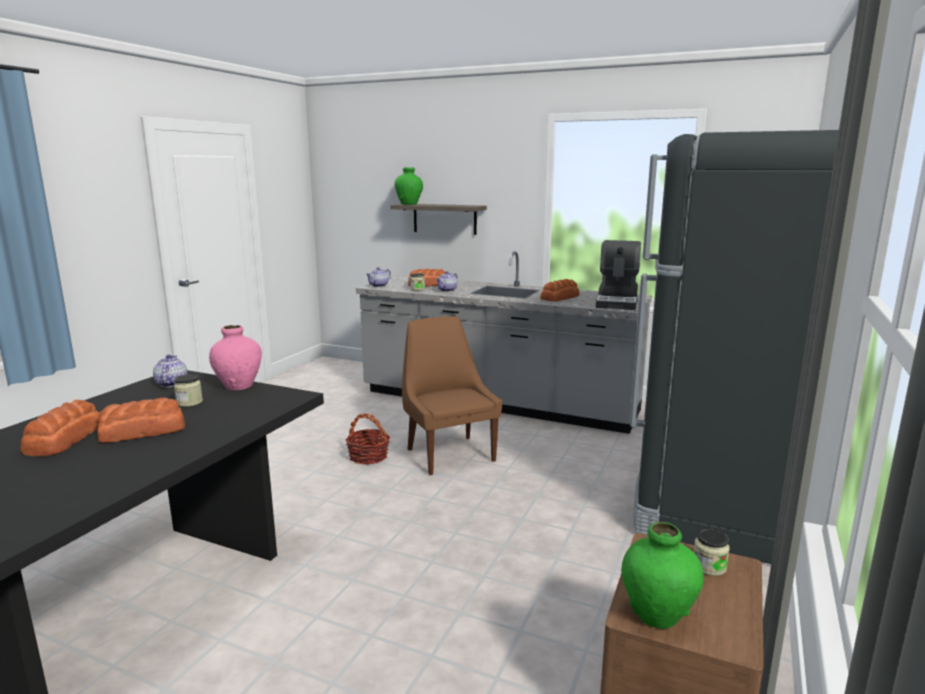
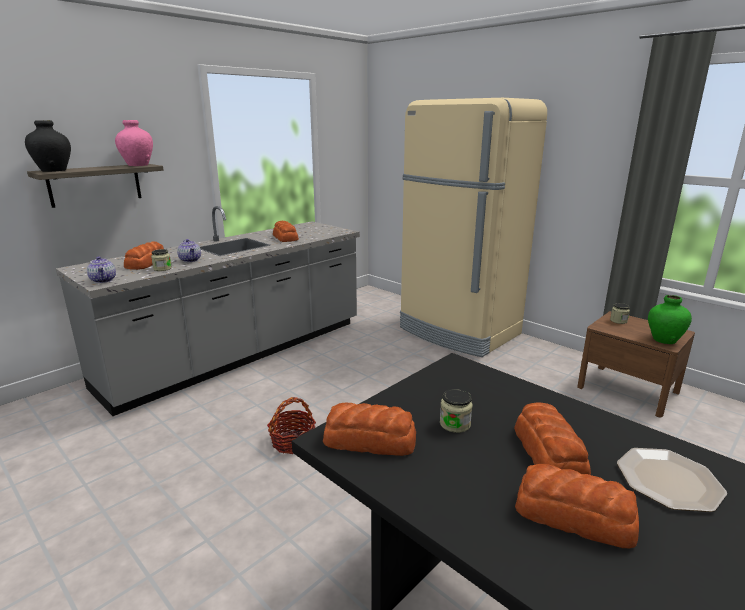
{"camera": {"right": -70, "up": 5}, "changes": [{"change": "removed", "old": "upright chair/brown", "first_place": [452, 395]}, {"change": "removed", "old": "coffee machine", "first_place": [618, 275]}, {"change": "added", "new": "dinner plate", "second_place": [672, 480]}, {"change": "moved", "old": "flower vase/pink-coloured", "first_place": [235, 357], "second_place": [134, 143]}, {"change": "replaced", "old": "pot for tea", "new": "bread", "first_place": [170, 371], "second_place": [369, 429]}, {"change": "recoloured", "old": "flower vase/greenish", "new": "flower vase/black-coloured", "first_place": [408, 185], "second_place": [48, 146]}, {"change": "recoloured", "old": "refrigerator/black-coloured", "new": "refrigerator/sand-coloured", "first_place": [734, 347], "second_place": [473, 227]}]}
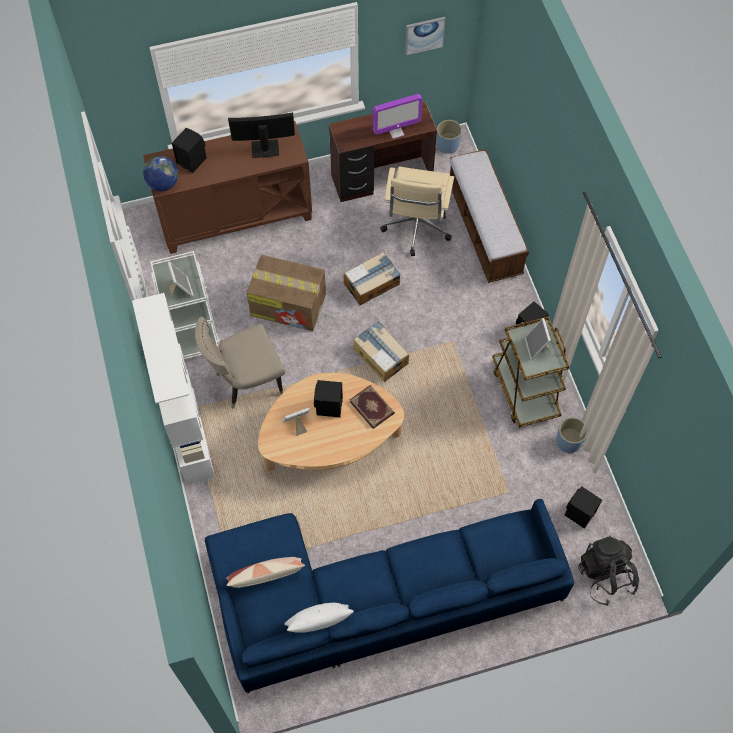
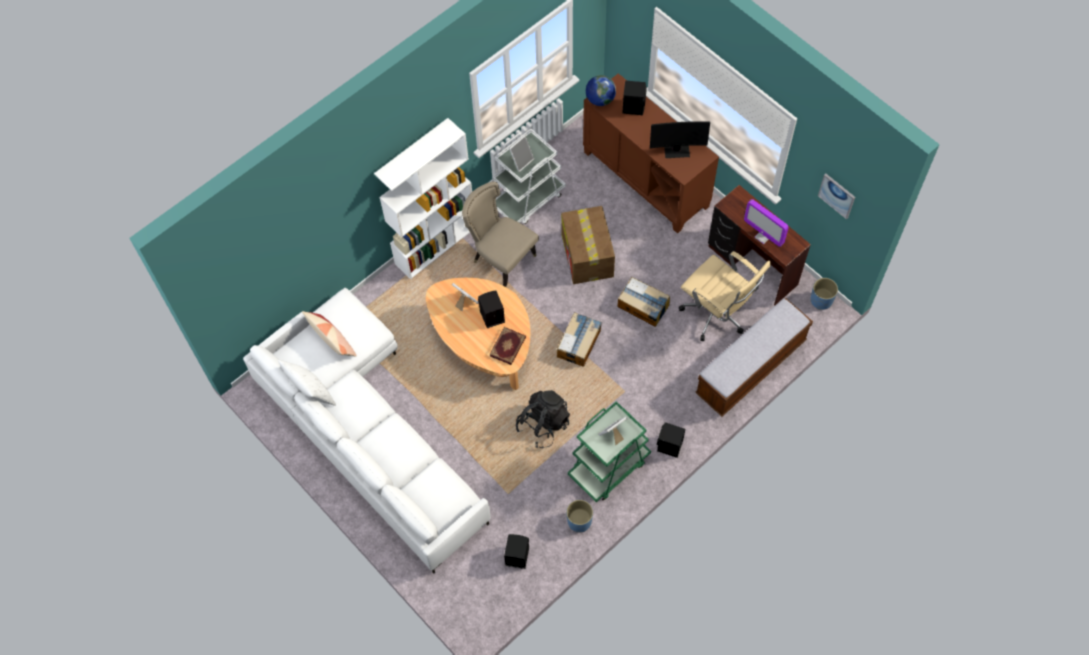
{"camera": {"right": 65, "up": 0}, "changes": [{"change": "moved", "old": "knapsack/black-coloured", "first_place": [608, 571], "second_place": [543, 419]}, {"change": "recoloured", "old": "sofa/blue", "new": "sofa/white", "first_place": [389, 596], "second_place": [367, 431]}, {"change": "recoloured", "old": "wheeled cart/brown", "new": "wheeled cart/greenish", "first_place": [530, 372], "second_place": [609, 451]}, {"change": "turned", "old": "monitor", "first_place": [261, 135], "second_place": [680, 139], "degrees": 120}, {"change": "turned", "old": "desk chair/sand-coloured", "first_place": [417, 211], "second_place": [725, 296], "degrees": -120}]}
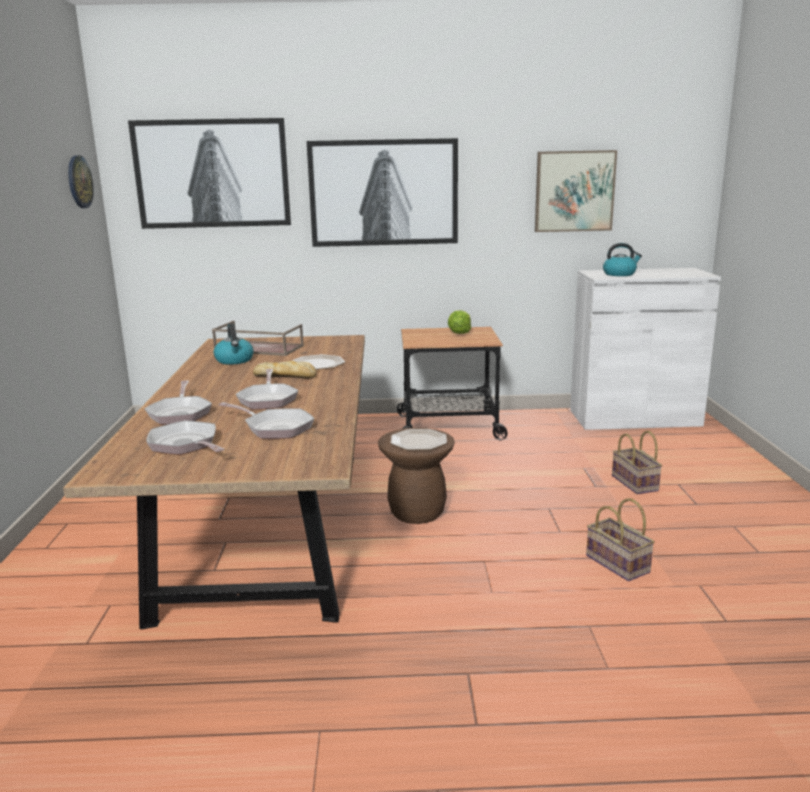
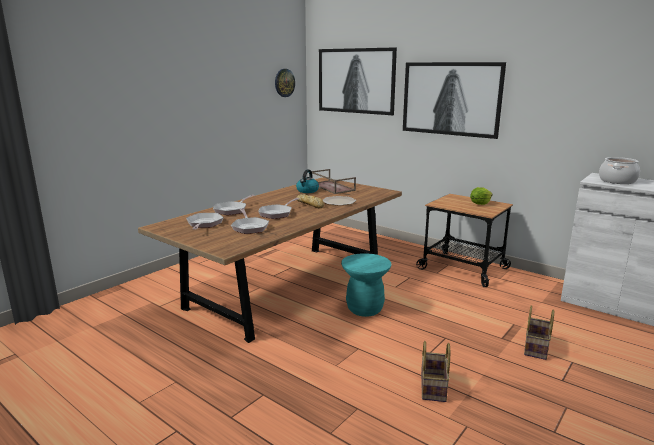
{"camera": {"right": 40, "up": 0}, "changes": [{"change": "removed", "old": "dinner plate", "first_place": [419, 439]}, {"change": "removed", "old": "wall picture", "first_place": [576, 191]}, {"change": "replaced", "old": "tea kettle", "new": "cooking pot", "first_place": [622, 259], "second_place": [619, 170]}, {"change": "recoloured", "old": "sitting stool/brown", "new": "sitting stool/turquoise", "first_place": [416, 476], "second_place": [366, 285]}]}
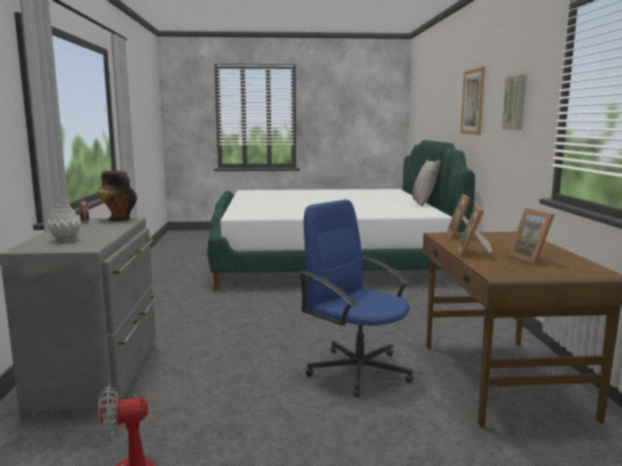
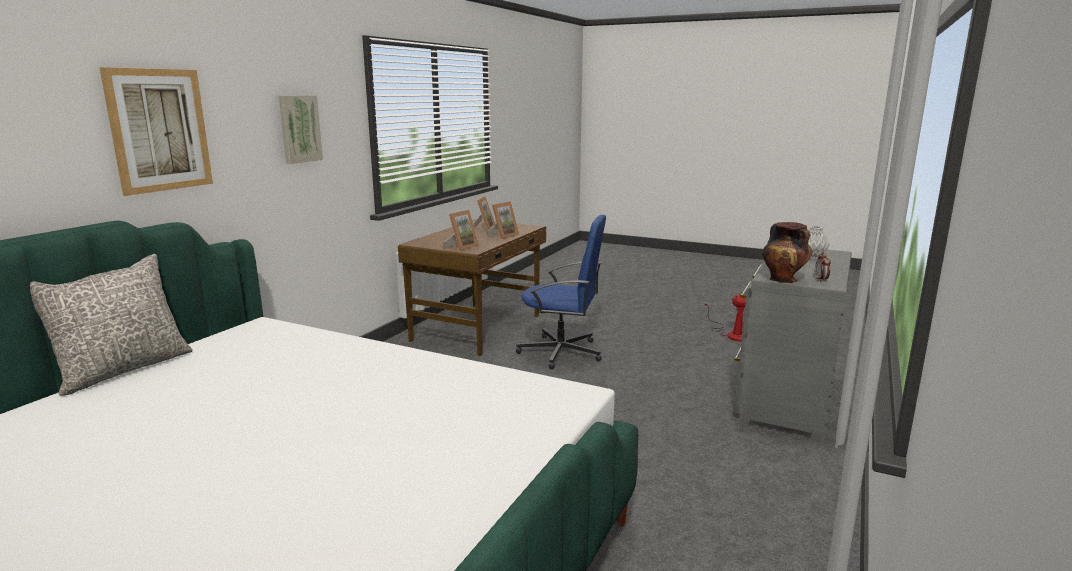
{"camera": {"right": -150, "up": 5}, "changes": [{"change": "turned", "old": "desk chair/blue", "first_place": [356, 298], "second_place": [561, 292], "degrees": -60}]}
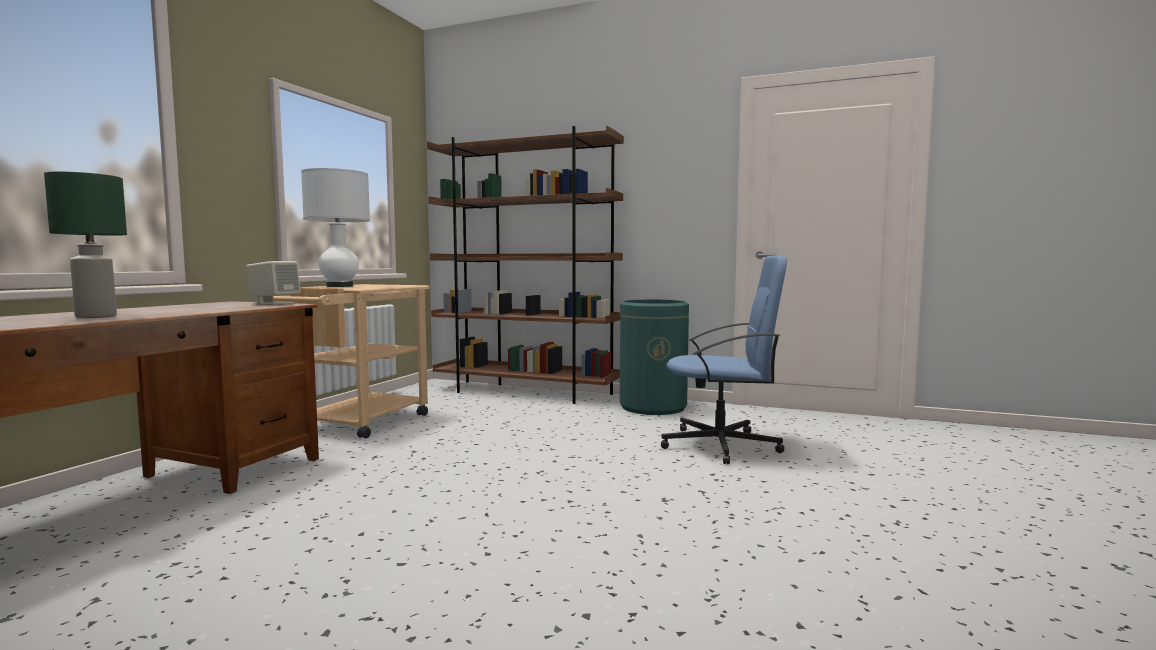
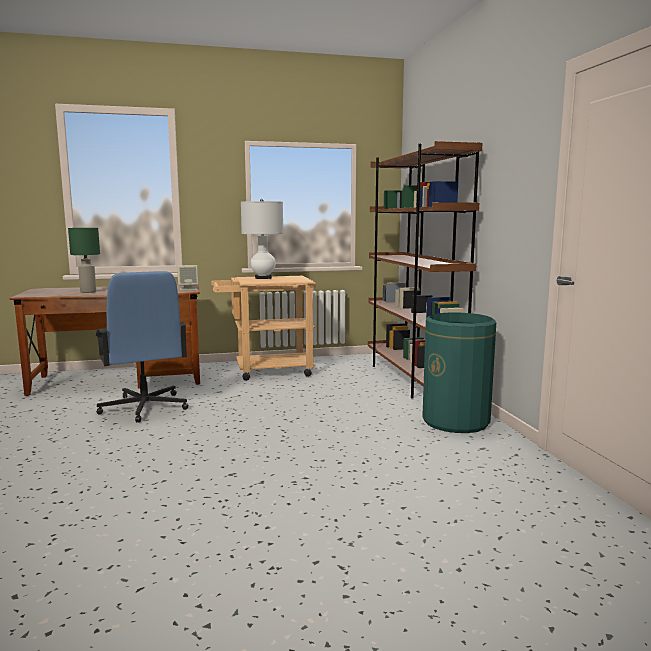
{"camera": {"right": 55, "up": 5}, "changes": [{"change": "moved", "old": "desk chair/blue", "first_place": [724, 359], "second_place": [142, 347]}]}
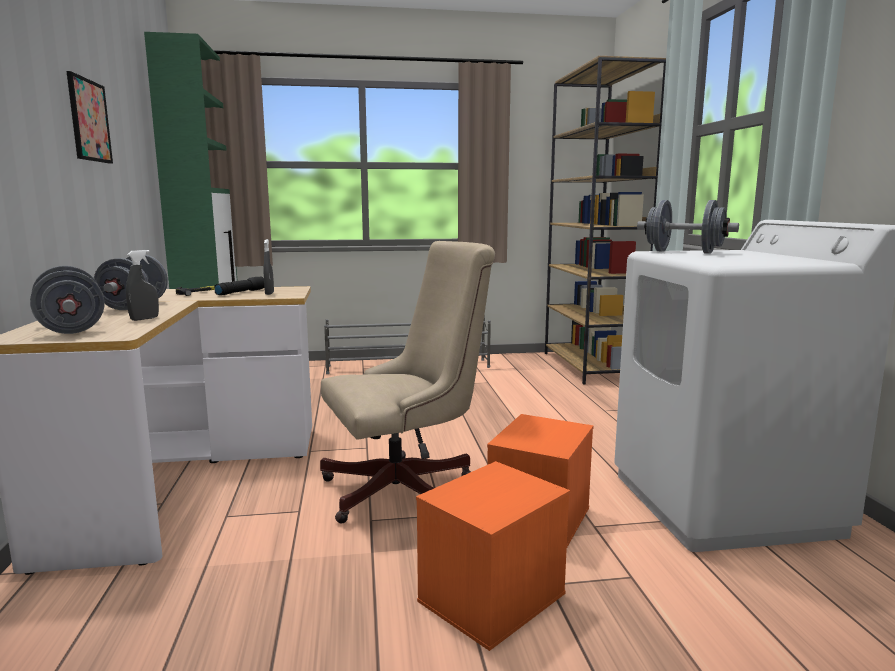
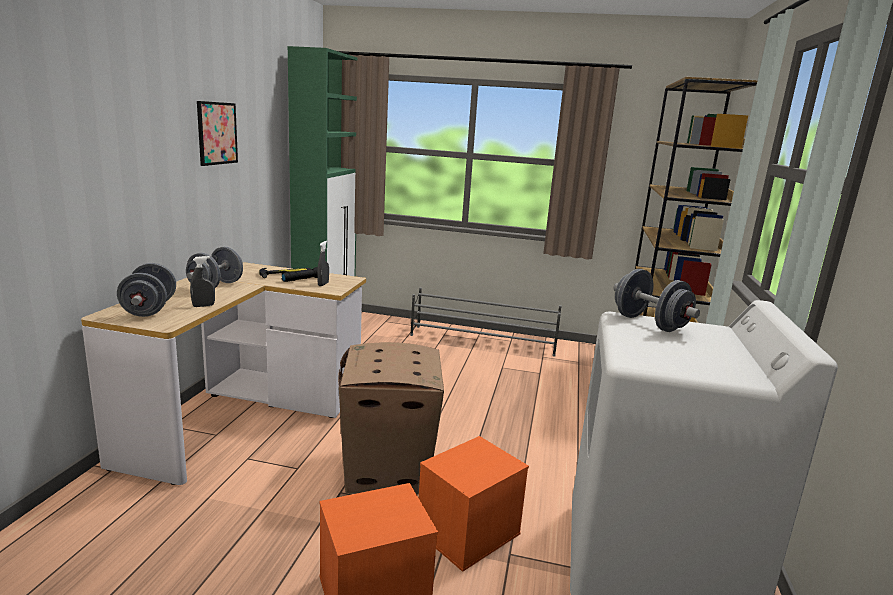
{"camera": {"right": 20, "up": 5}, "changes": [{"change": "replaced", "old": "desk chair/sand-coloured", "new": "cardboard box", "first_place": [407, 382], "second_place": [391, 418]}]}
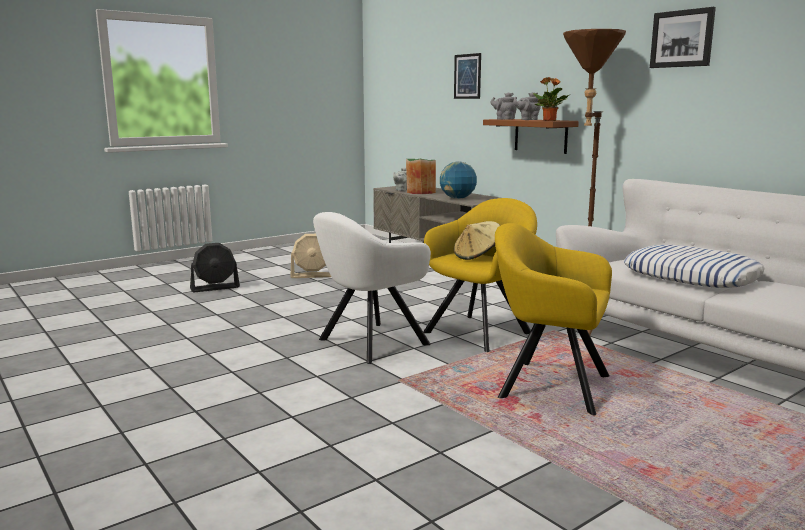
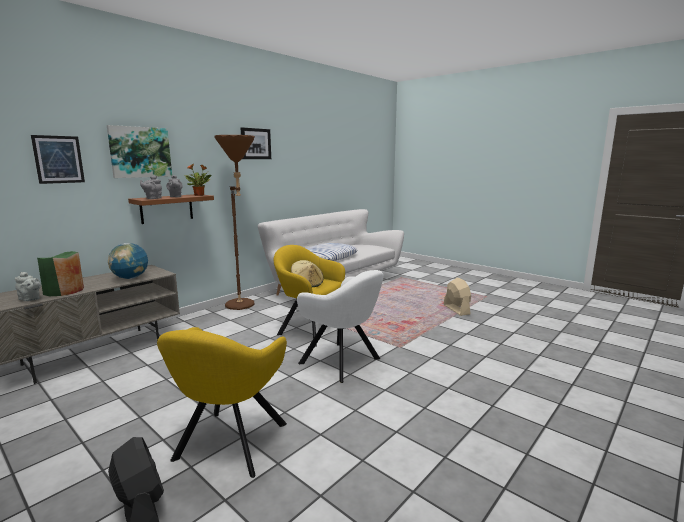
{"camera": {"right": -100, "up": 0}, "changes": [{"change": "added", "new": "wall picture", "second_place": [139, 151]}, {"change": "moved", "old": "fan/sand-coloured", "first_place": [311, 256], "second_place": [457, 297]}, {"change": "moved", "old": "easy chair/yellow-coloured", "first_place": [553, 319], "second_place": [222, 402]}]}
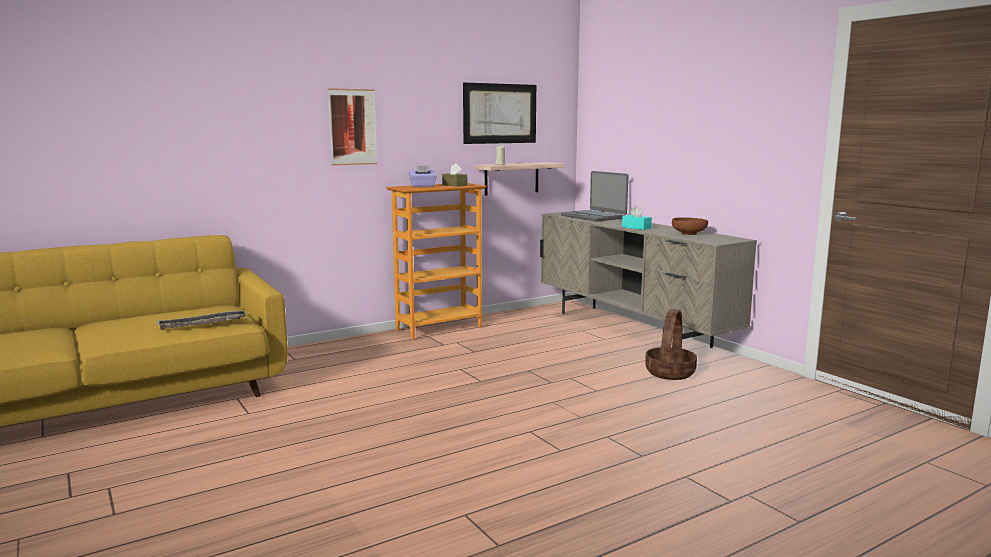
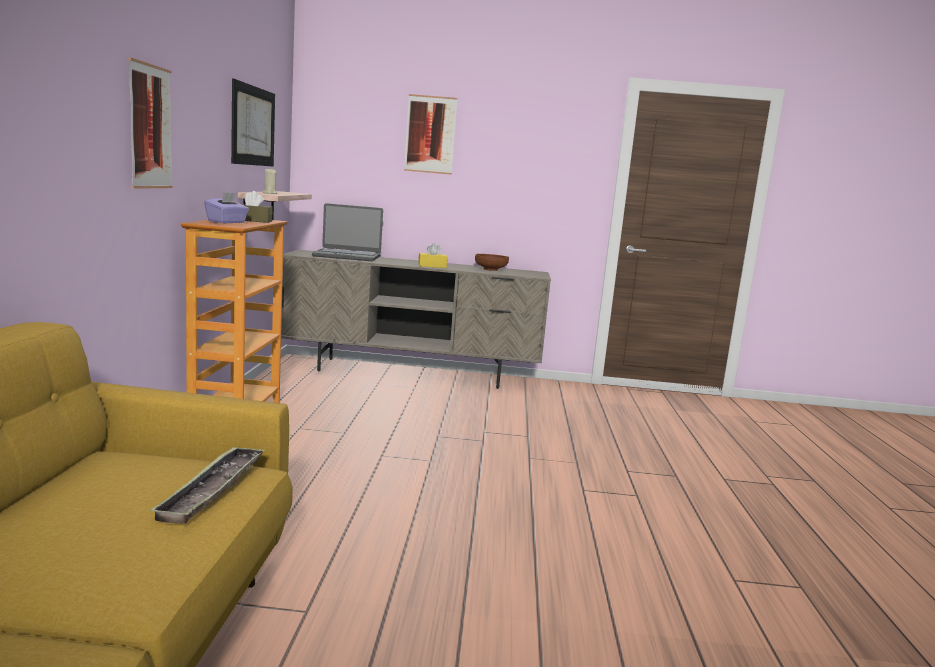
{"camera": {"right": -55, "up": 0}, "changes": [{"change": "removed", "old": "basket", "first_place": [671, 344]}, {"change": "added", "new": "wall picture", "second_place": [430, 134]}, {"change": "recoloured", "old": "box of tissues/turquoise", "new": "box of tissues/yellow-coloured", "first_place": [637, 218], "second_place": [433, 255]}]}
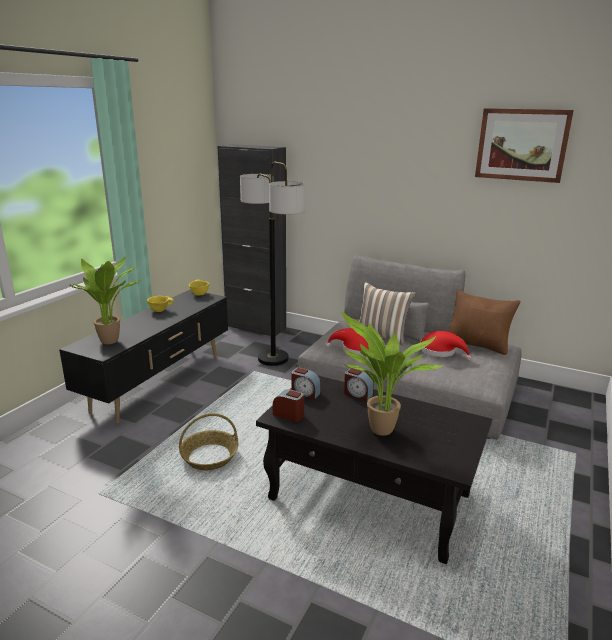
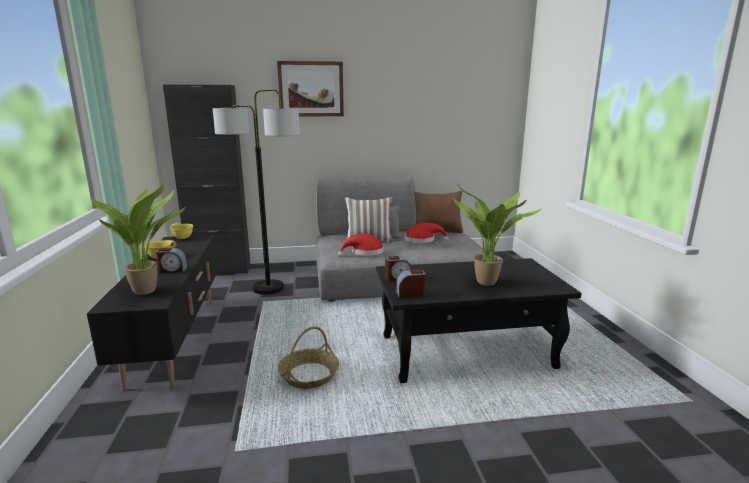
{"camera": {"right": -35, "up": -5}, "changes": [{"change": "moved", "old": "bedside clock", "first_place": [359, 384], "second_place": [171, 260]}, {"change": "moved", "old": "wall picture", "first_place": [524, 145], "second_place": [310, 89]}]}
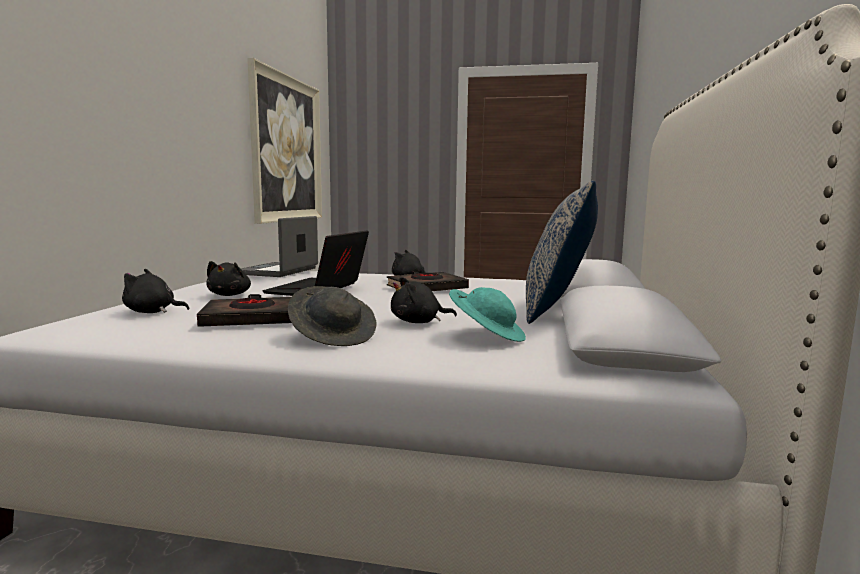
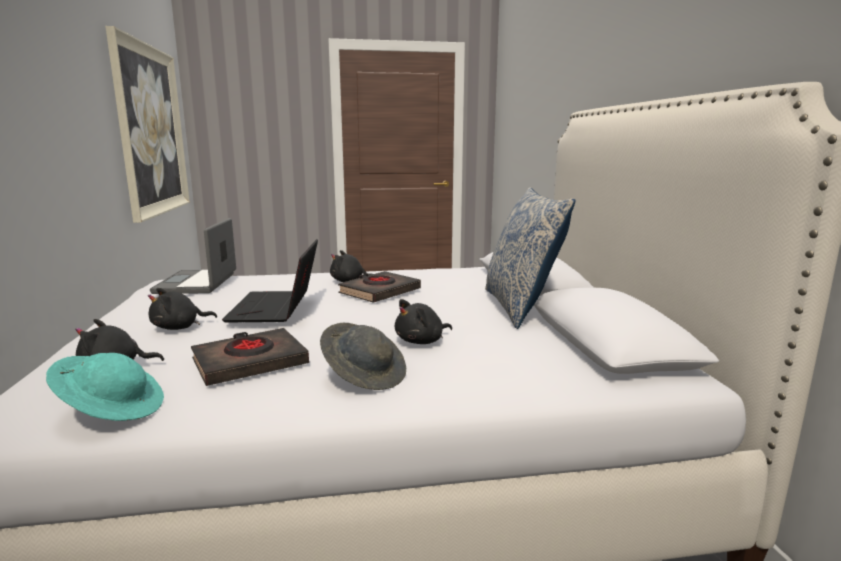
{"camera": {"right": -20, "up": 5}, "changes": [{"change": "moved", "old": "wearable hat/turquoise", "first_place": [487, 314], "second_place": [105, 387]}, {"change": "turned", "old": "cuddly toy/black-coloured", "first_place": [228, 278], "second_place": [182, 309], "degrees": 75}]}
